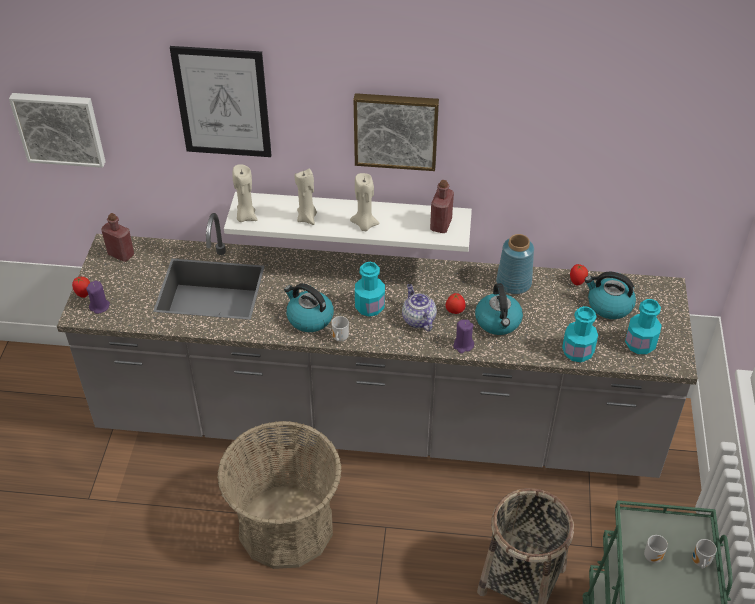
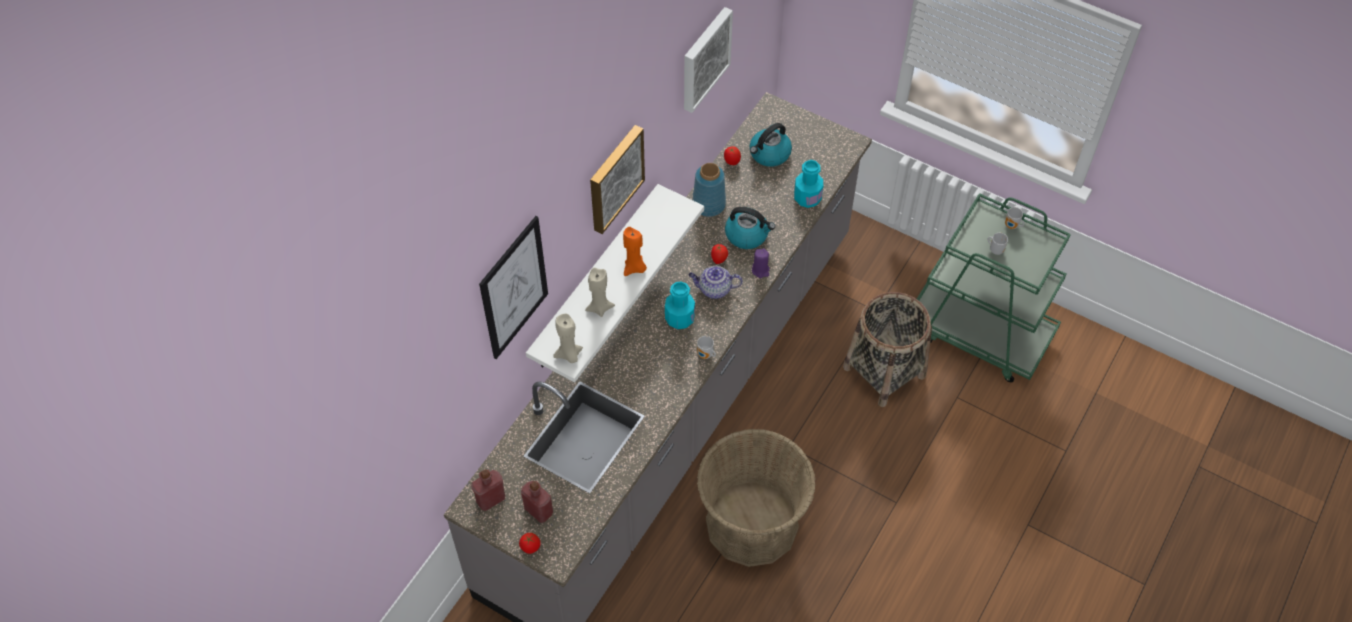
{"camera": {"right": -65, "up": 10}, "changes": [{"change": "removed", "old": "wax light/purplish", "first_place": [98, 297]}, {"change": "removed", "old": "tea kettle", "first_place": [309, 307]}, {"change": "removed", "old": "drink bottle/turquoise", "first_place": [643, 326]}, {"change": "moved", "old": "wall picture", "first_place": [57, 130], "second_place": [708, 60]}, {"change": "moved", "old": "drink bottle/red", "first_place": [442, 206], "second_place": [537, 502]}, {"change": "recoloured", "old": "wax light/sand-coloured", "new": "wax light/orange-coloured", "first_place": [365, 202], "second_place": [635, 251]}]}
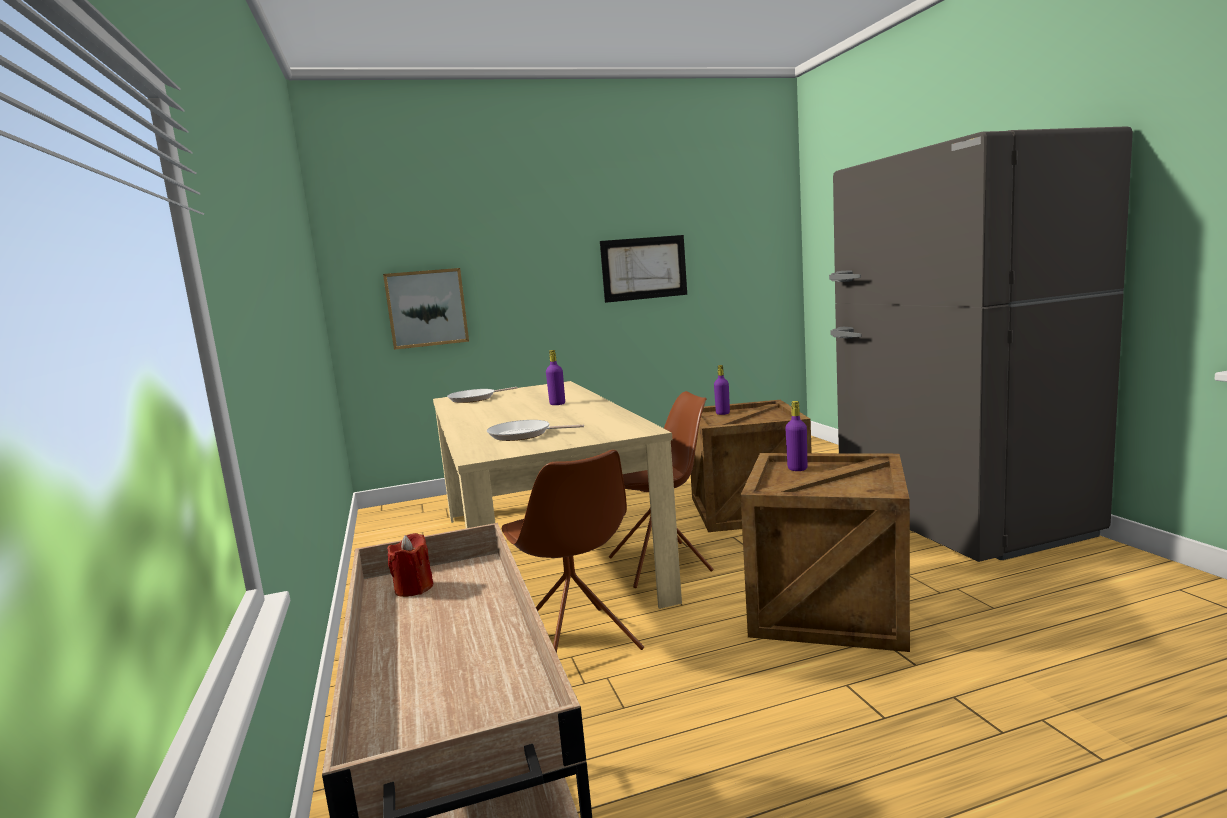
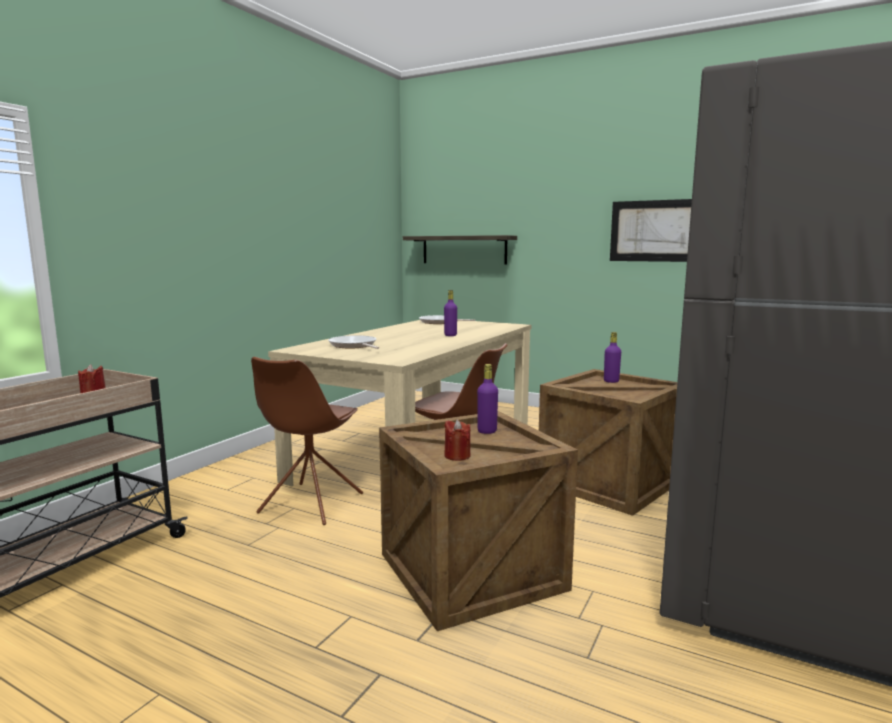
{"camera": {"right": 45, "up": 0}, "changes": [{"change": "added", "new": "wax light/red", "second_place": [457, 440]}, {"change": "replaced", "old": "wall picture", "new": "wall shelf", "first_place": [426, 309], "second_place": [460, 250]}]}
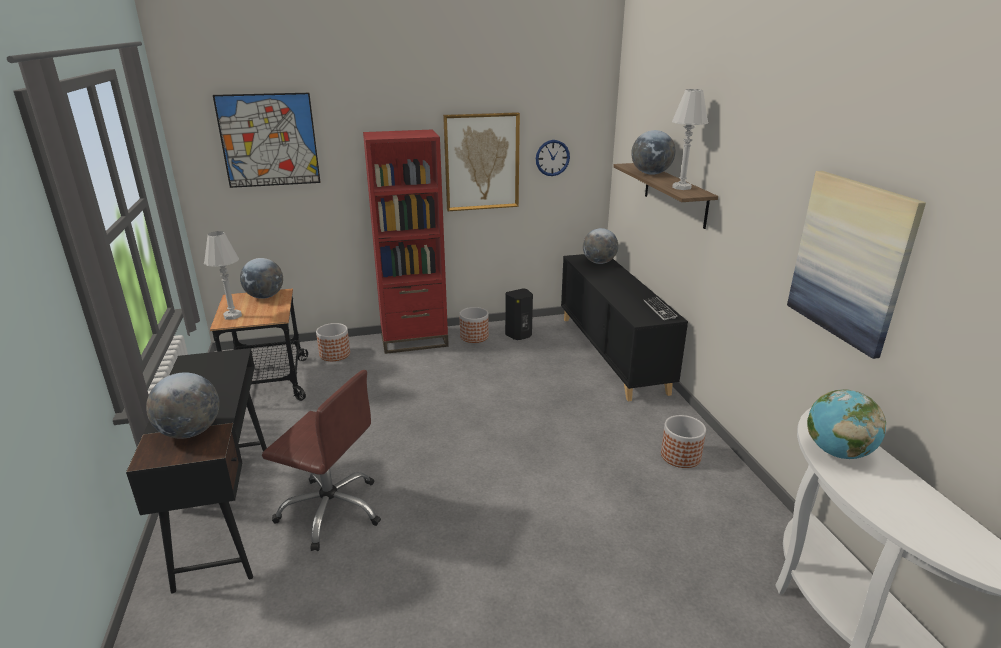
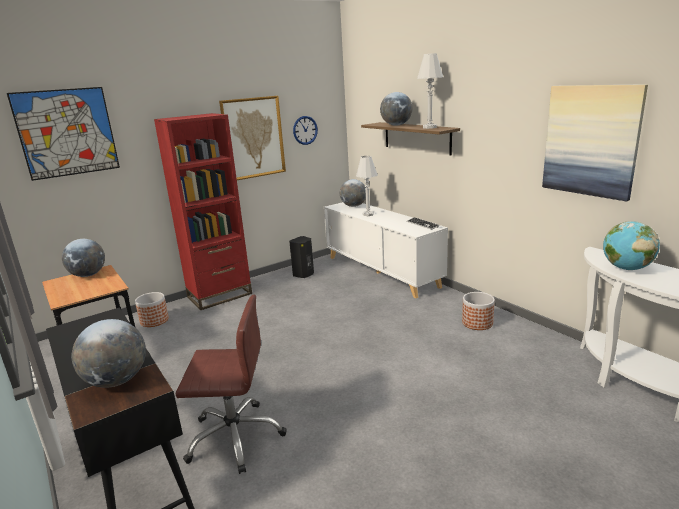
{"camera": {"right": -20, "up": -5}, "changes": [{"change": "removed", "old": "planter", "first_place": [474, 325]}, {"change": "moved", "old": "lamp for a table/white", "first_place": [223, 275], "second_place": [367, 186]}, {"change": "recoloured", "old": "cupboard/black-coloured", "new": "cupboard/white", "first_place": [624, 327], "second_place": [386, 250]}]}
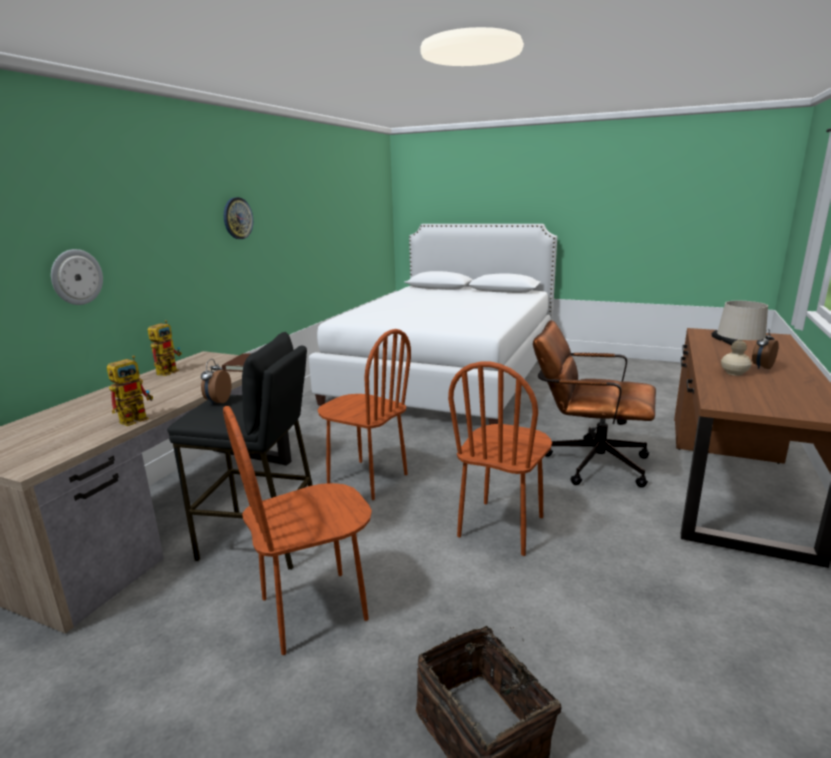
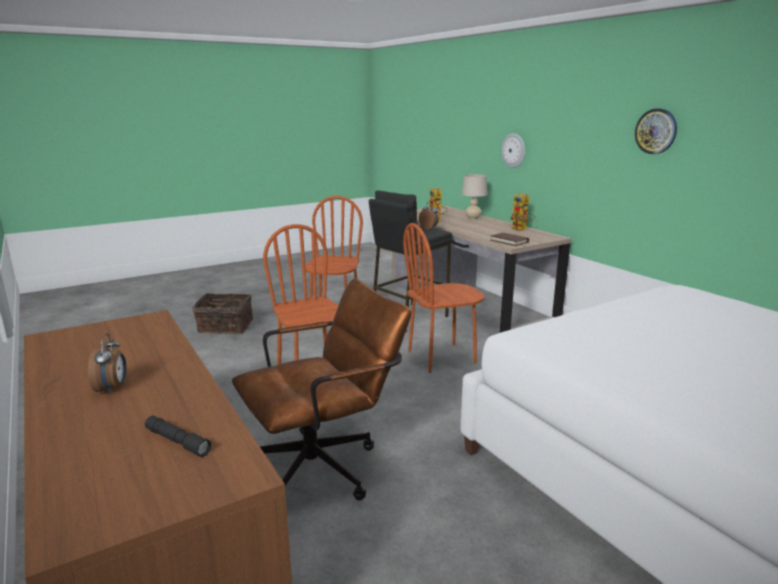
{"camera": {"right": 125, "up": 0}, "changes": [{"change": "moved", "old": "lamp for a table/sand-coloured", "first_place": [742, 338], "second_place": [474, 196]}]}
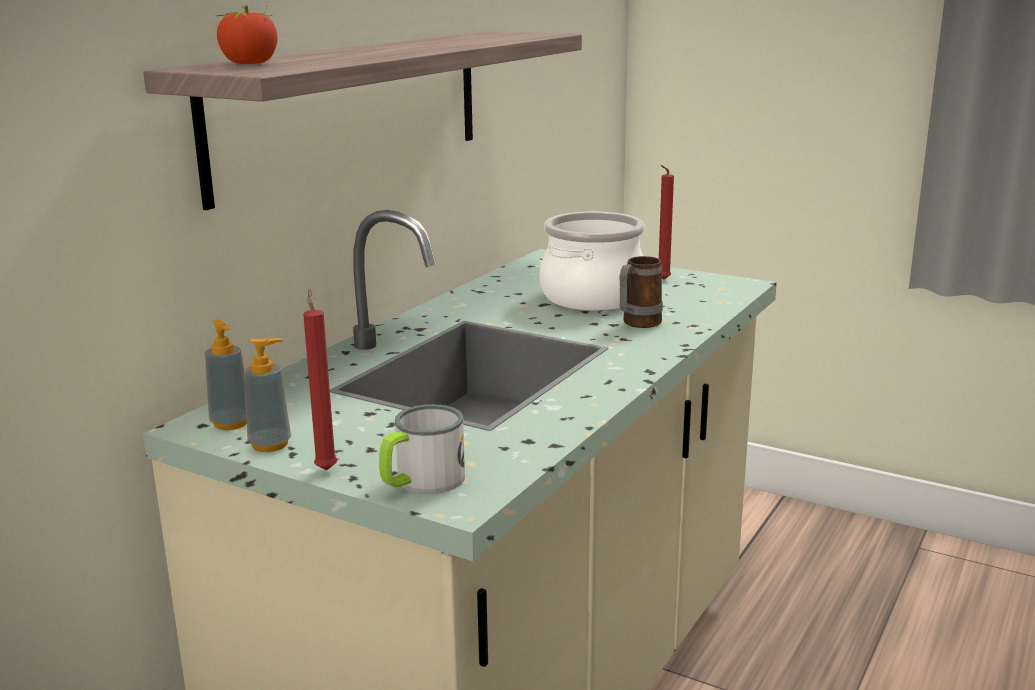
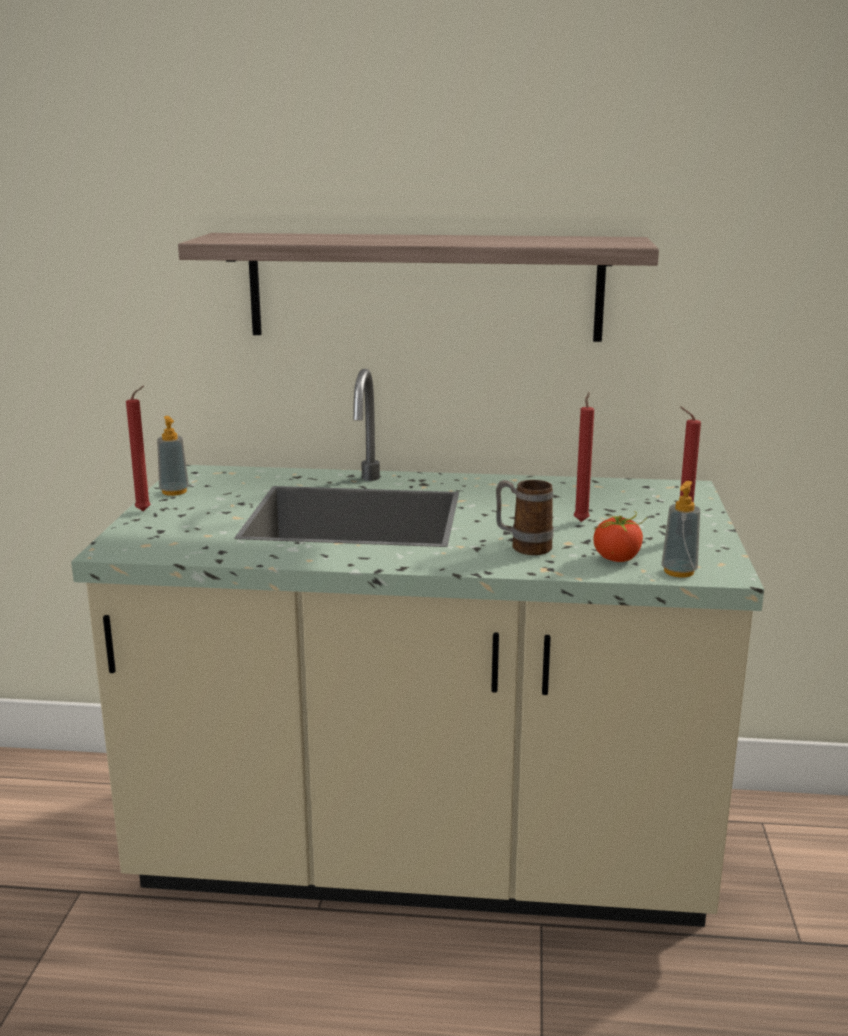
{"camera": {"right": 65, "up": 0}, "changes": [{"change": "removed", "old": "mug", "first_place": [422, 449]}, {"change": "moved", "old": "soap dispenser", "first_place": [226, 374], "second_place": [680, 529]}, {"change": "moved", "old": "tomato", "first_place": [246, 34], "second_place": [620, 536]}, {"change": "replaced", "old": "cooking pot", "new": "wax light/red", "first_place": [592, 261], "second_place": [584, 457]}]}
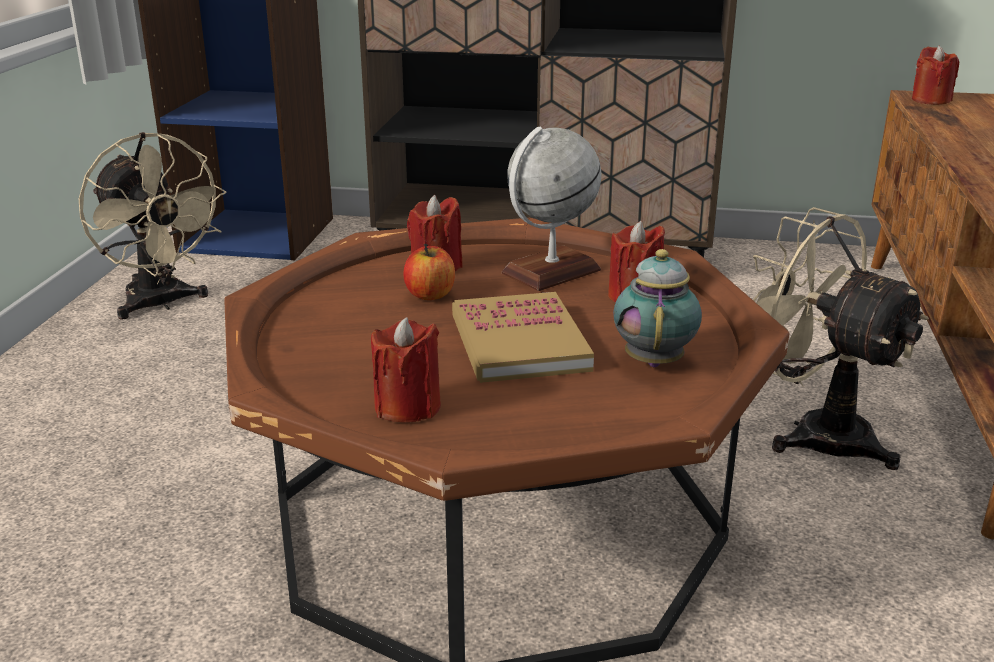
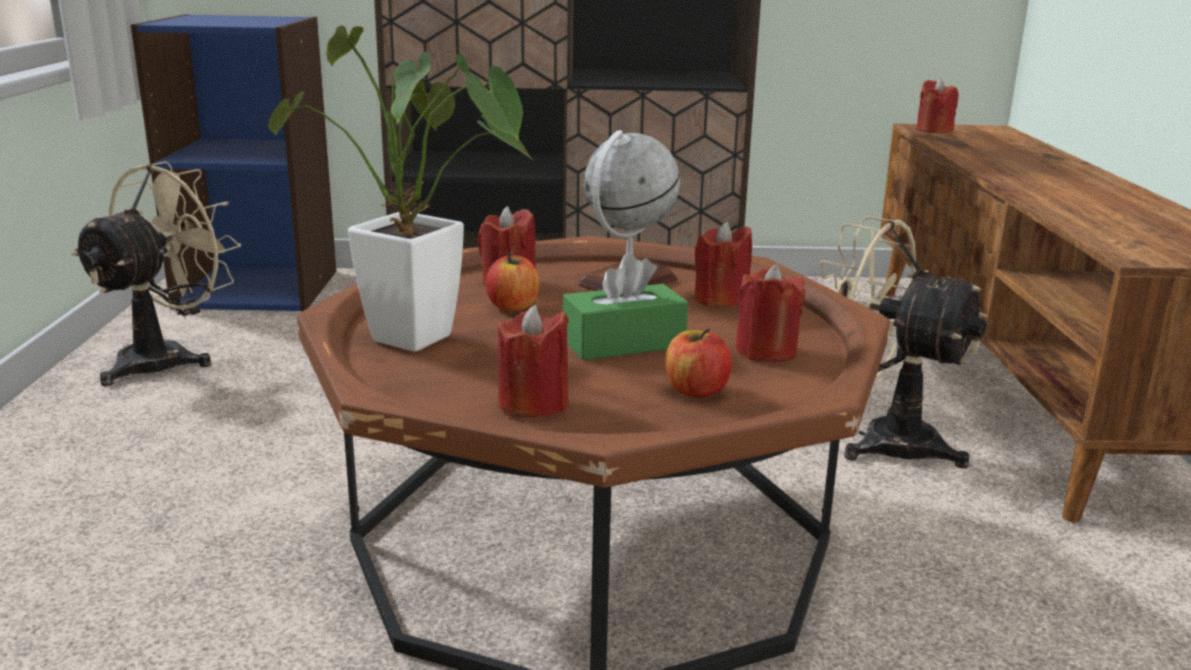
{"camera": {"right": -10, "up": -5}, "changes": [{"change": "added", "new": "potted plant", "second_place": [401, 188]}, {"change": "added", "new": "apple", "second_place": [698, 363]}, {"change": "replaced", "old": "book", "new": "box of tissues/greenish", "first_place": [523, 337], "second_place": [625, 306]}, {"change": "replaced", "old": "pot for tea", "new": "wax light/red", "first_place": [657, 308], "second_place": [770, 313]}, {"change": "turned", "old": "fan/sand-coloured", "first_place": [152, 226], "second_place": [155, 273], "degrees": -105}]}
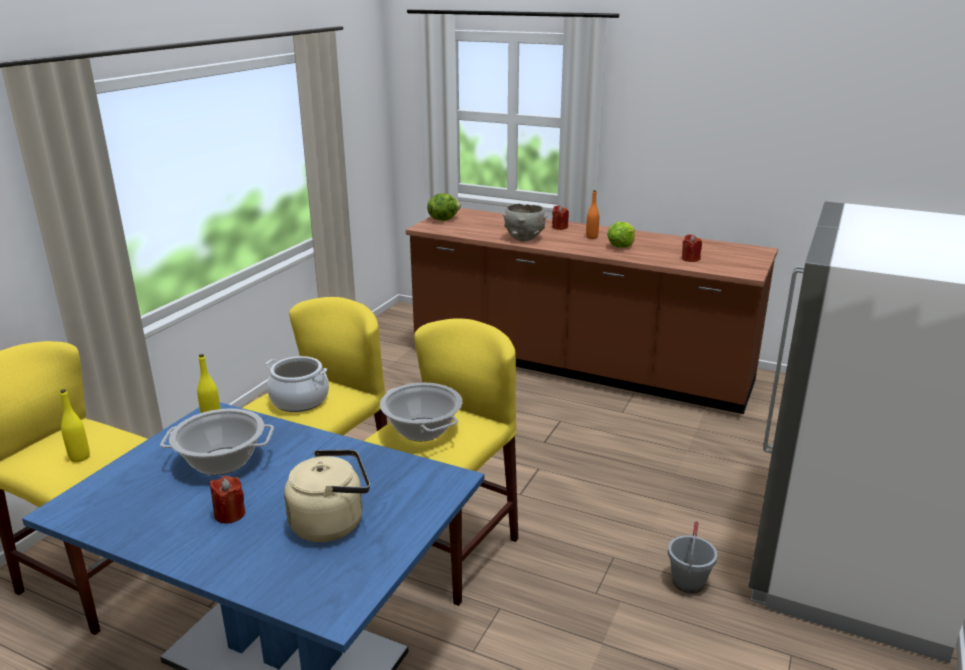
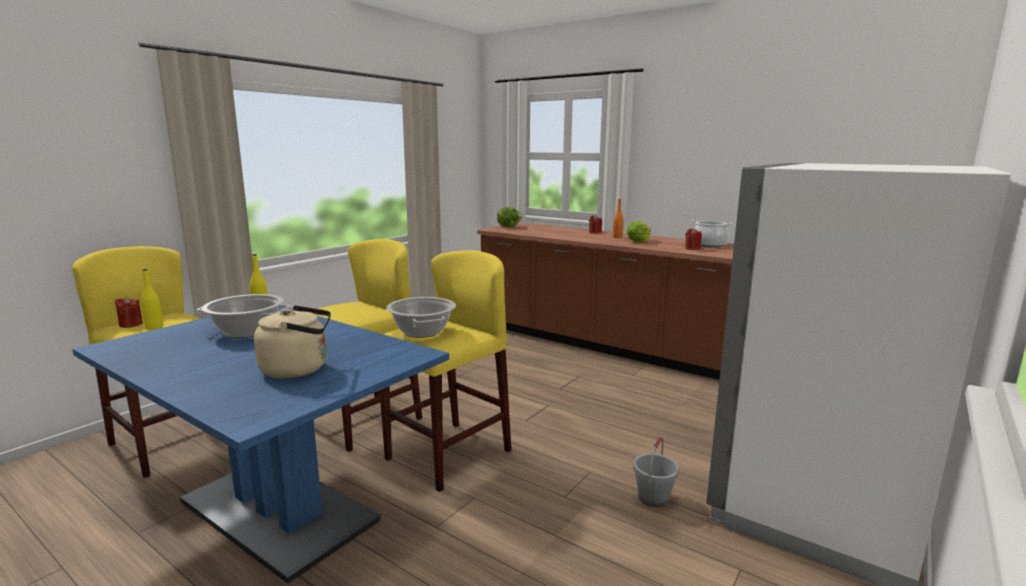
{"camera": {"right": 10, "up": -10}, "changes": [{"change": "removed", "old": "deep dish/greyish", "first_place": [525, 222]}, {"change": "moved", "old": "wax light/red", "first_place": [227, 500], "second_place": [129, 312]}, {"change": "moved", "old": "cooking pot", "first_place": [297, 384], "second_place": [711, 233]}]}
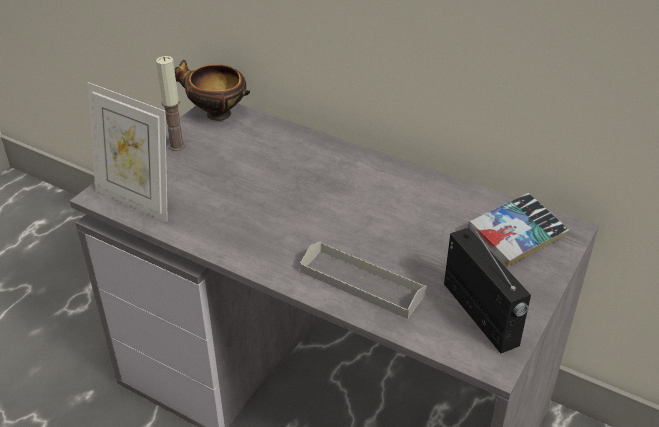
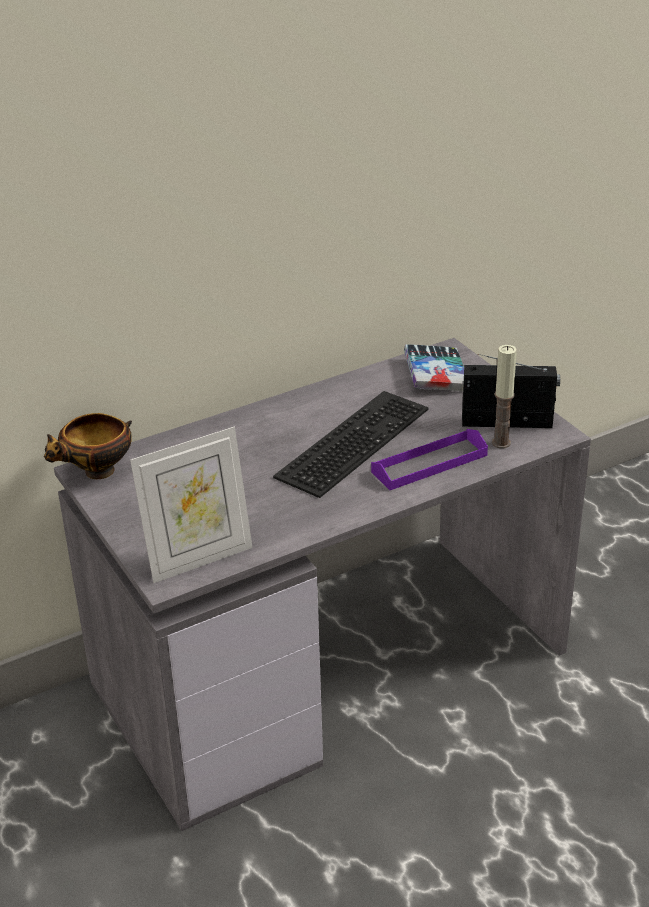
{"camera": {"right": -60, "up": -5}, "changes": [{"change": "added", "new": "PC keyboard", "second_place": [351, 444]}, {"change": "moved", "old": "wax light", "first_place": [170, 103], "second_place": [504, 397]}, {"change": "recoloured", "old": "carrying tray/greyish", "new": "carrying tray/purplish", "first_place": [363, 280], "second_place": [429, 459]}]}
